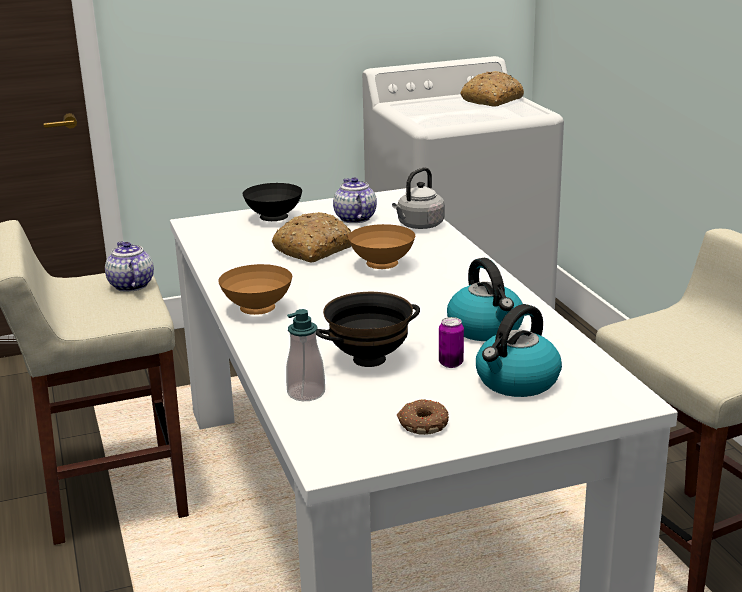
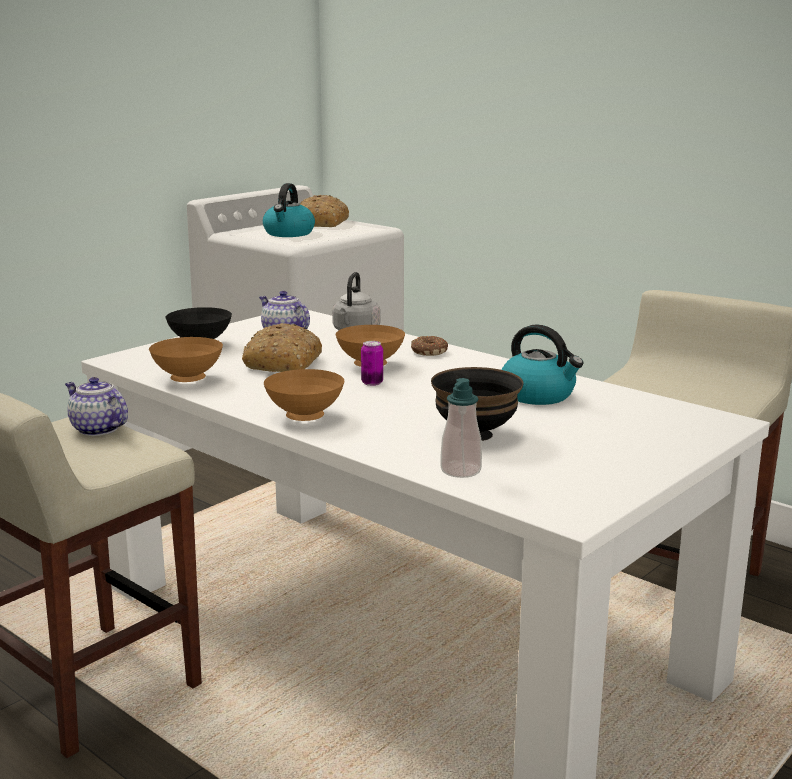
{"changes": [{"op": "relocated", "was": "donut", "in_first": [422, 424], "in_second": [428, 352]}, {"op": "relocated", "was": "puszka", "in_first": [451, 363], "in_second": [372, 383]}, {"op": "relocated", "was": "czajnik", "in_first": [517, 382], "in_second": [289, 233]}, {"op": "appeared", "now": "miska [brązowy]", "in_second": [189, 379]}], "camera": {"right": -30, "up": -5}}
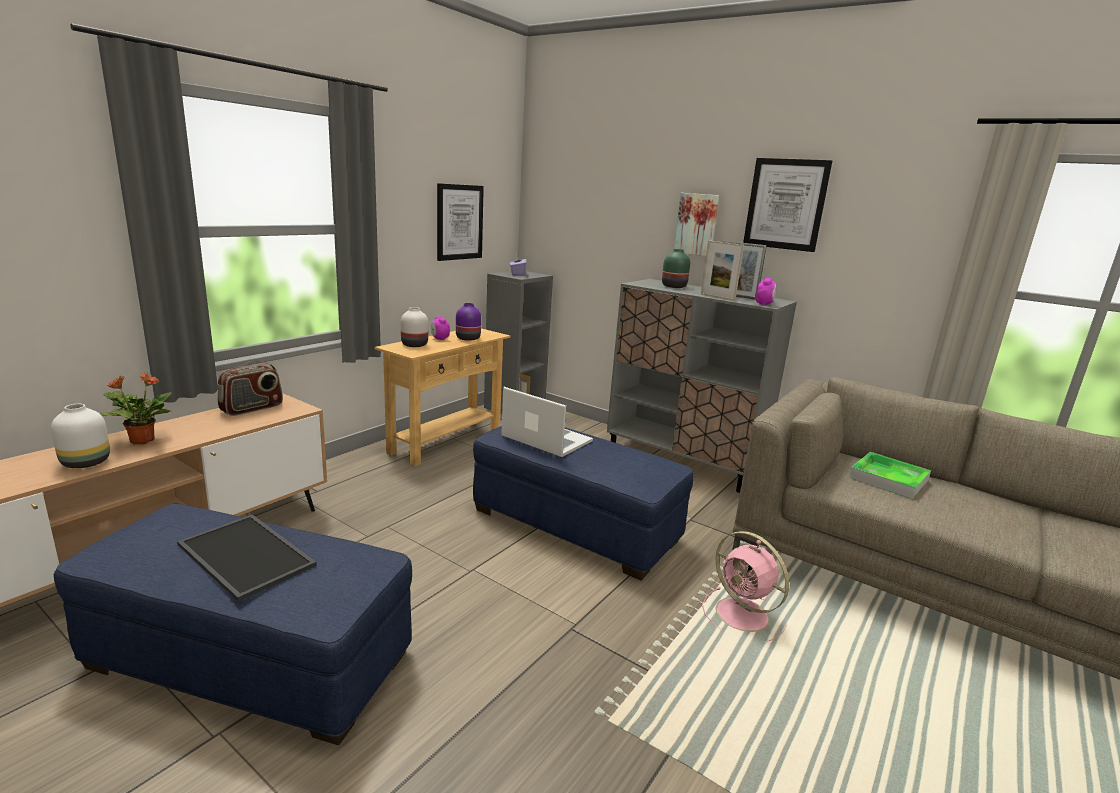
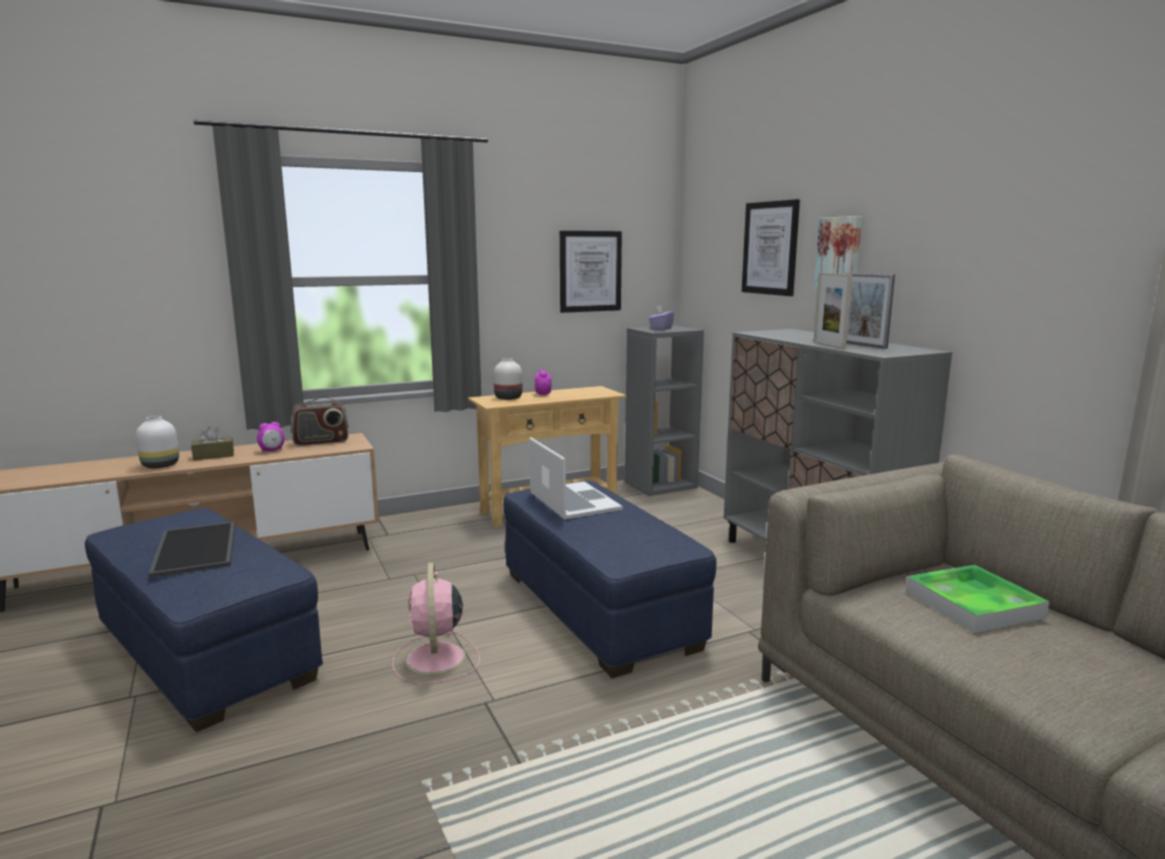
{"changes": [{"op": "exchanged", "was": "roślina doniczkowa", "now": "pudełko chusteczek [brązowy]", "in_first": [141, 440], "in_second": [213, 456]}, {"op": "missing", "was": "wazon [fioletowy]", "in_first": [467, 338]}, {"op": "missing", "was": "wazon [zielony]", "in_first": [674, 286]}, {"op": "relocated", "was": "wentylator [różowy]", "in_first": [744, 616], "in_second": [435, 660]}, {"op": "relocated", "was": "obraz", "in_first": [785, 204], "in_second": [770, 248]}, {"op": "relocated", "was": "budzik", "in_first": [764, 304], "in_second": [272, 450]}], "camera": {"right": 30, "up": -5}}
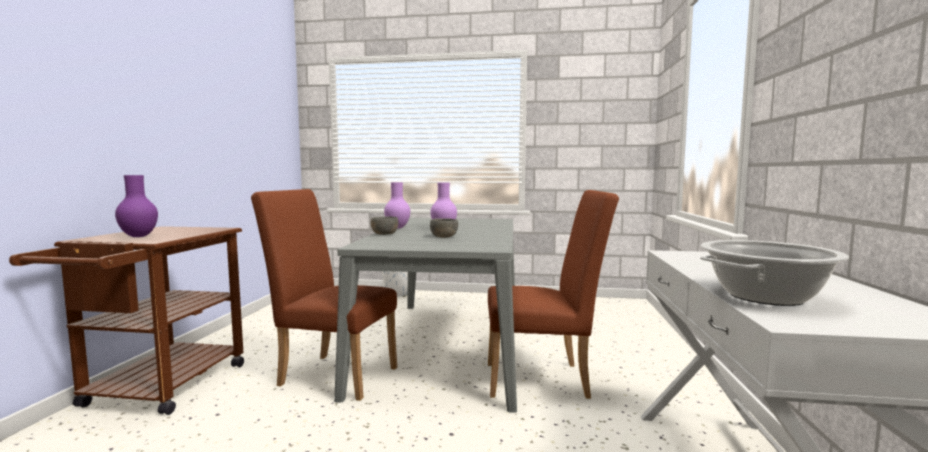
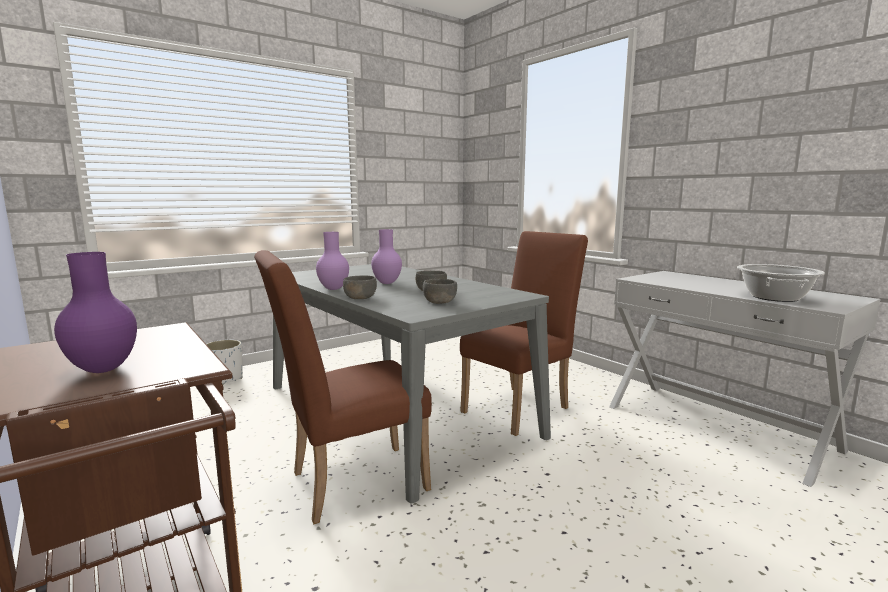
{"changes": [{"op": "appeared", "now": "miska [szary]", "in_second": [439, 302]}], "camera": {"right": -45, "up": 5}}
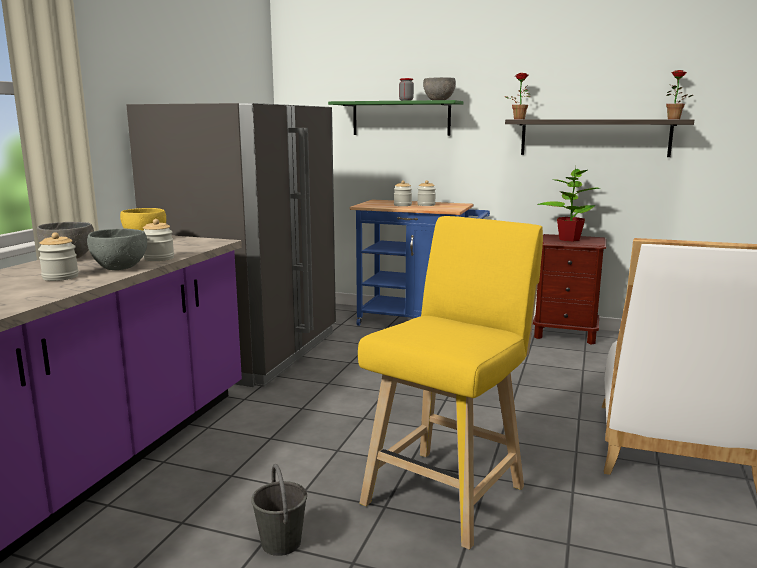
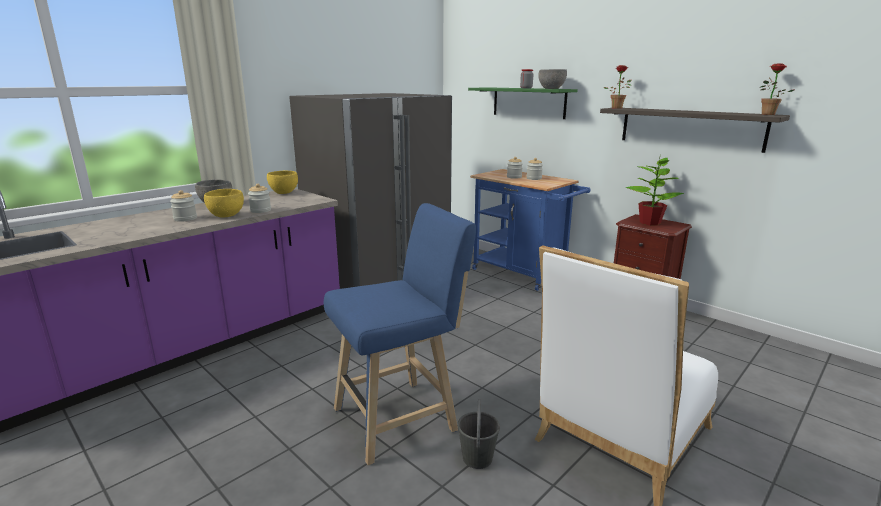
{"changes": [{"op": "colour", "was": "miska [szary]", "now": "miska [żółty]", "in_first": [119, 268], "in_second": [226, 216]}, {"op": "relocated", "was": "wiadro [szary]", "in_first": [281, 542], "in_second": [477, 457]}, {"op": "colour", "was": "stołek [żółty]", "now": "stołek [niebieski]", "in_first": [448, 491], "in_second": [401, 417]}], "camera": {"right": 25, "up": 5}}
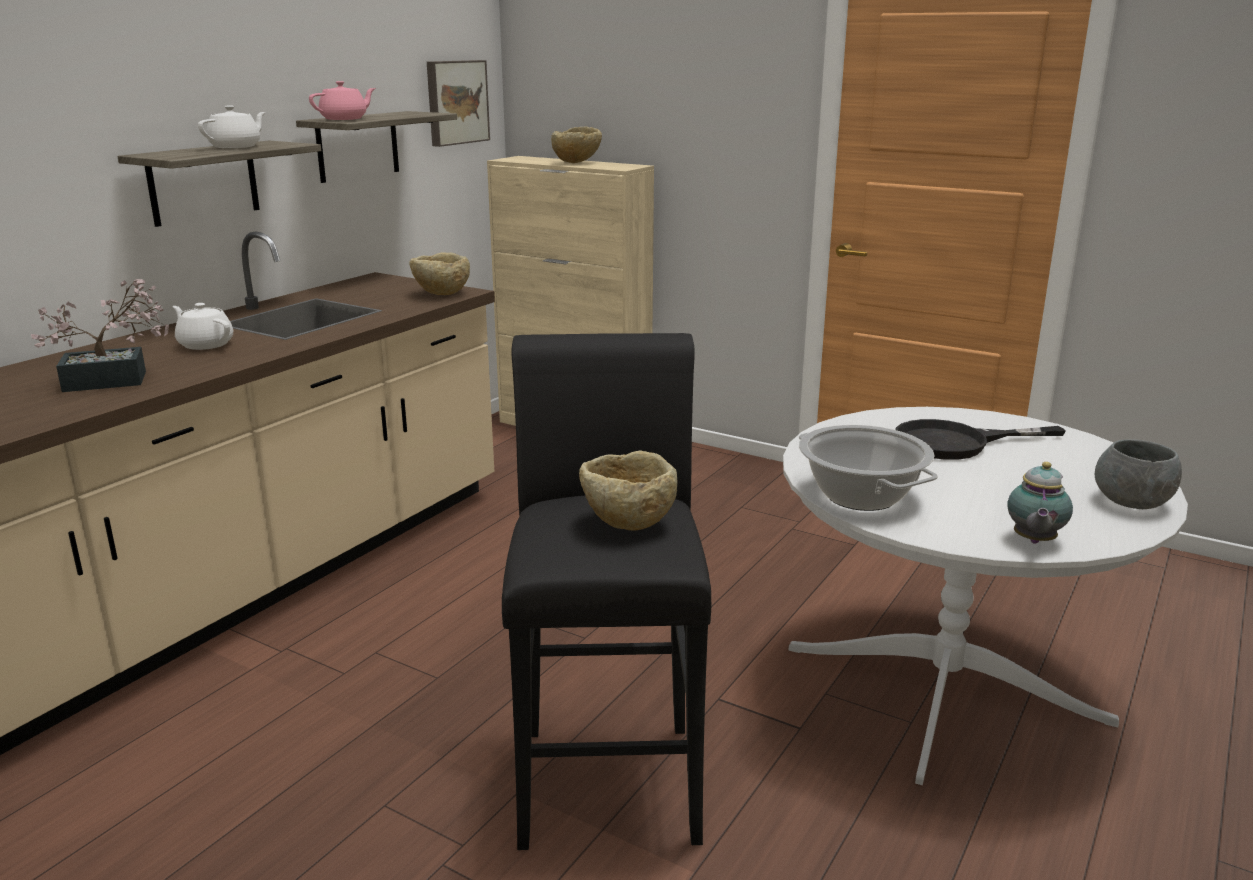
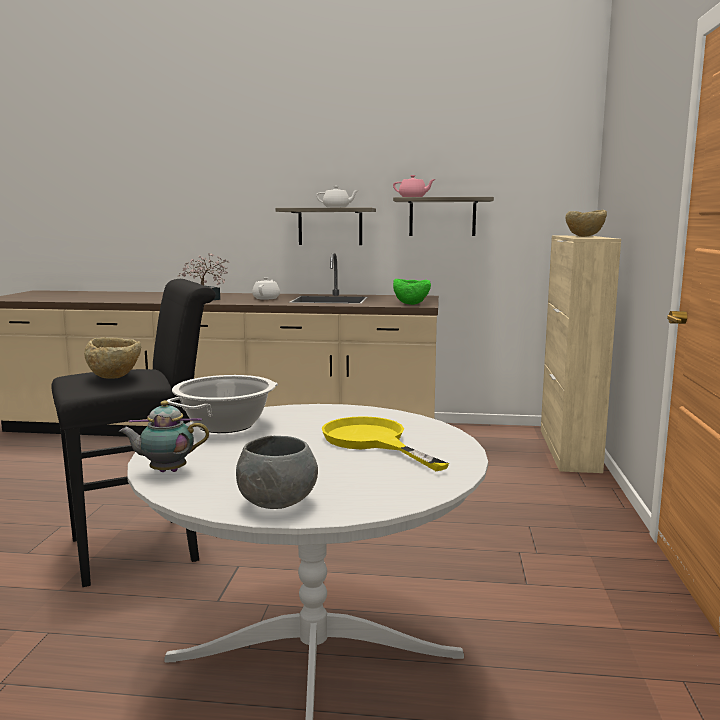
{"changes": [{"op": "colour", "was": "miska [beżowy]", "now": "miska [zielony]", "in_first": [441, 294], "in_second": [411, 304]}, {"op": "missing", "was": "obraz", "in_first": [455, 102]}, {"op": "colour", "was": "patelnia [czarny]", "now": "patelnia [żółty]", "in_first": [957, 443], "in_second": [372, 441]}], "camera": {"right": 65, "up": -10}}
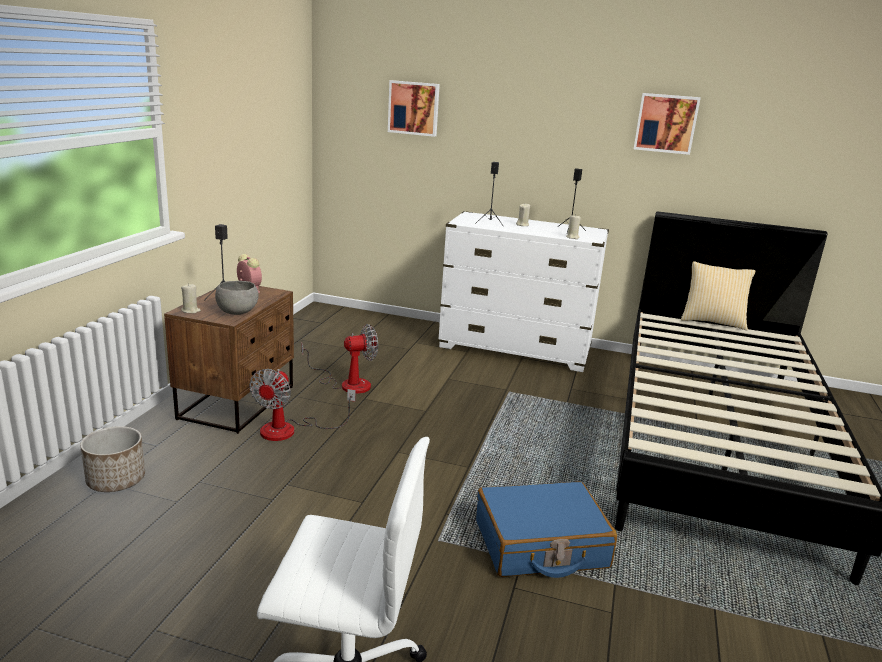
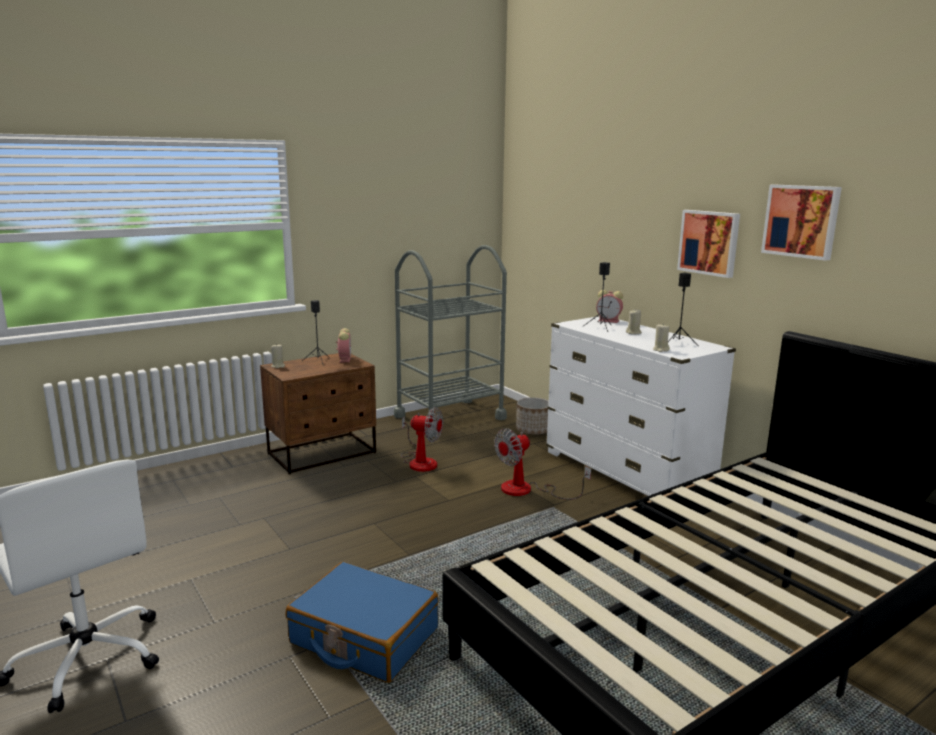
{"changes": [{"op": "relocated", "was": "donica", "in_first": [116, 480], "in_second": [533, 430]}, {"op": "missing", "was": "miska [szary]", "in_first": [237, 312]}, {"op": "relocated", "was": "wentylator", "in_first": [290, 430], "in_second": [527, 490]}, {"op": "relocated", "was": "obraz", "in_first": [414, 108], "in_second": [709, 242]}, {"op": "missing", "was": "poduszka", "in_first": [712, 321]}, {"op": "appeared", "now": "wózek [szary]", "in_second": [449, 417]}, {"op": "appeared", "now": "budzik", "in_second": [609, 321]}], "camera": {"right": 40, "up": -5}}
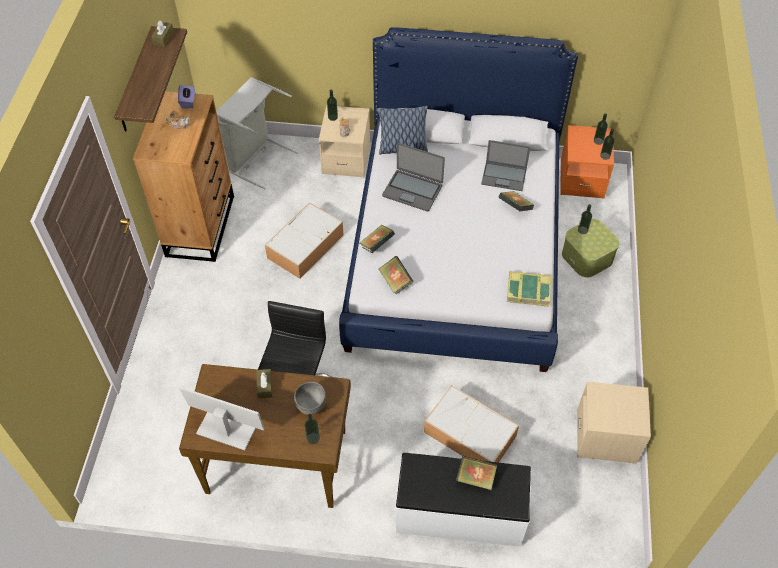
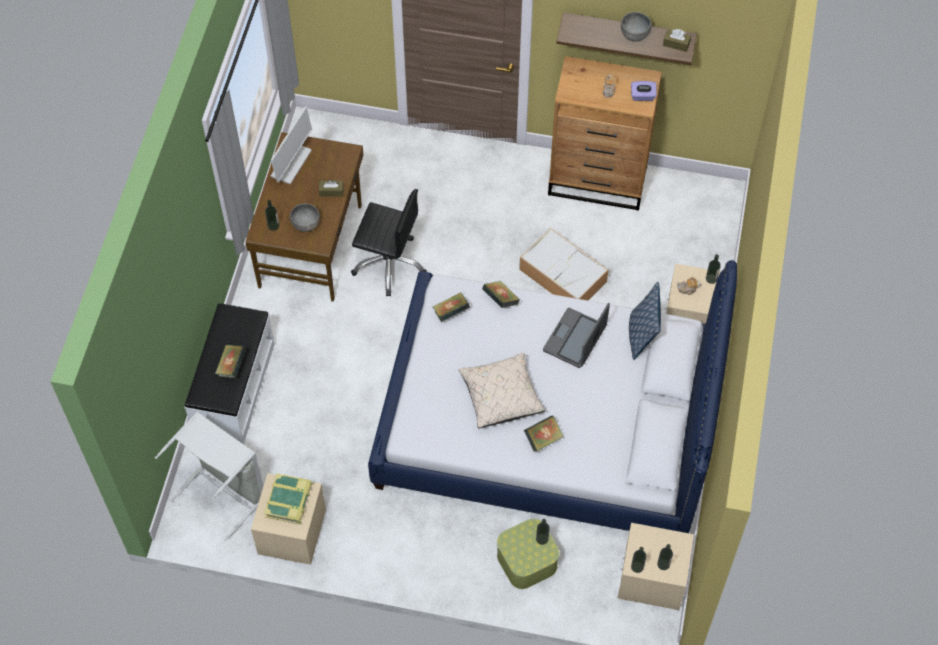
{"changes": [{"op": "relocated", "was": "kosz na pranie [szary]", "in_first": [256, 159], "in_second": [225, 491]}, {"op": "missing", "was": "pojemnik do przechowywania", "in_first": [468, 433]}, {"op": "missing", "was": "laptop", "in_first": [504, 176]}, {"op": "relocated", "was": "książka", "in_first": [528, 290], "in_second": [289, 501]}, {"op": "colour", "was": "szafka nocna [pomarańczowy]", "now": "szafka nocna [beżowy]", "in_first": [581, 179], "in_second": [652, 579]}, {"op": "appeared", "now": "poduszka [beżowy]", "in_second": [501, 397]}, {"op": "appeared", "now": "miska [szary]", "in_second": [634, 35]}], "camera": {"right": 95, "up": 5}}
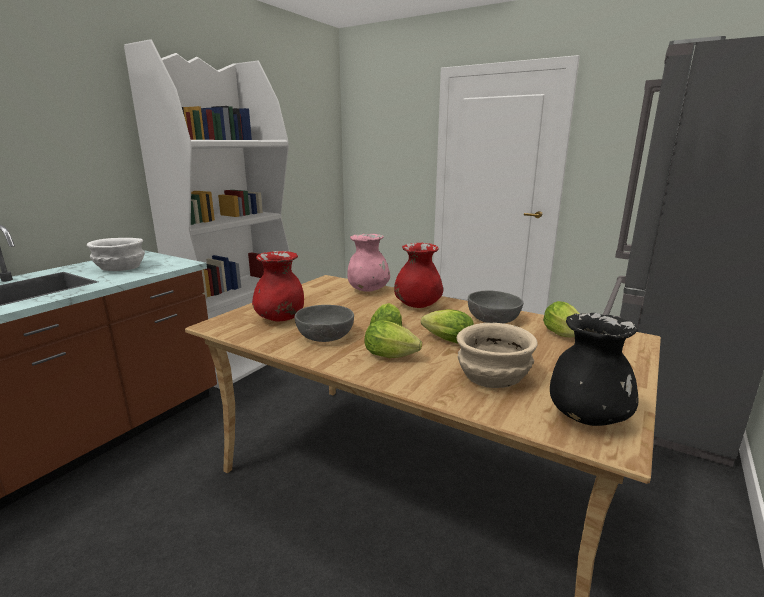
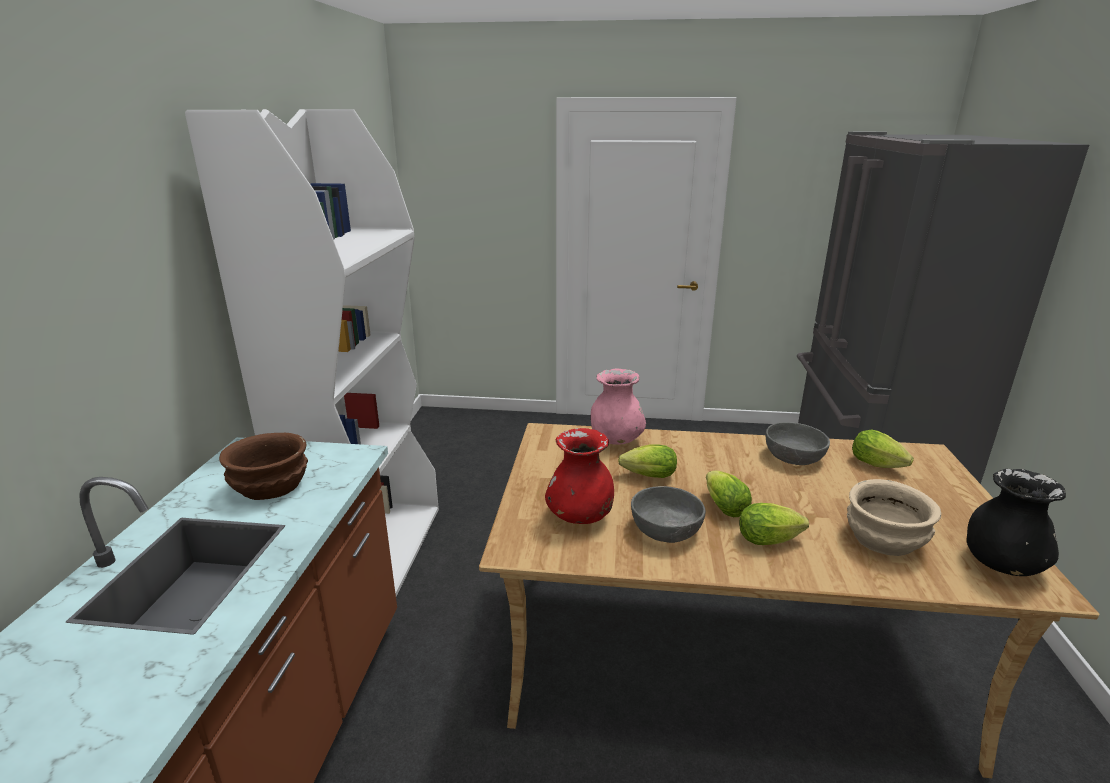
{"changes": [{"op": "colour", "was": "miska [biały]", "now": "miska [brązowy]", "in_first": [120, 268], "in_second": [269, 487]}, {"op": "missing", "was": "wazon [czerwony]", "in_first": [417, 305]}, {"op": "relocated", "was": "sałata", "in_first": [445, 340], "in_second": [646, 476]}], "camera": {"right": -25, "up": 5}}
